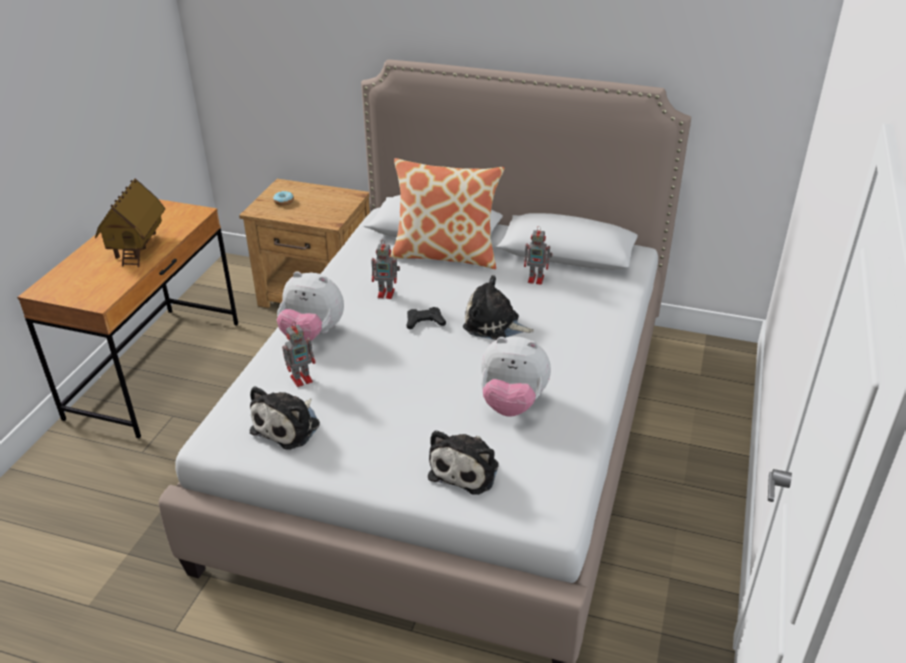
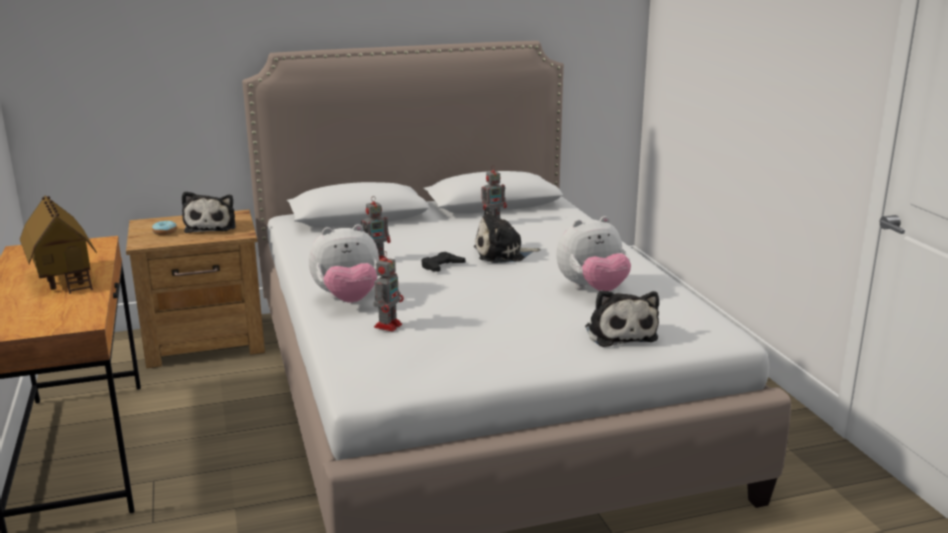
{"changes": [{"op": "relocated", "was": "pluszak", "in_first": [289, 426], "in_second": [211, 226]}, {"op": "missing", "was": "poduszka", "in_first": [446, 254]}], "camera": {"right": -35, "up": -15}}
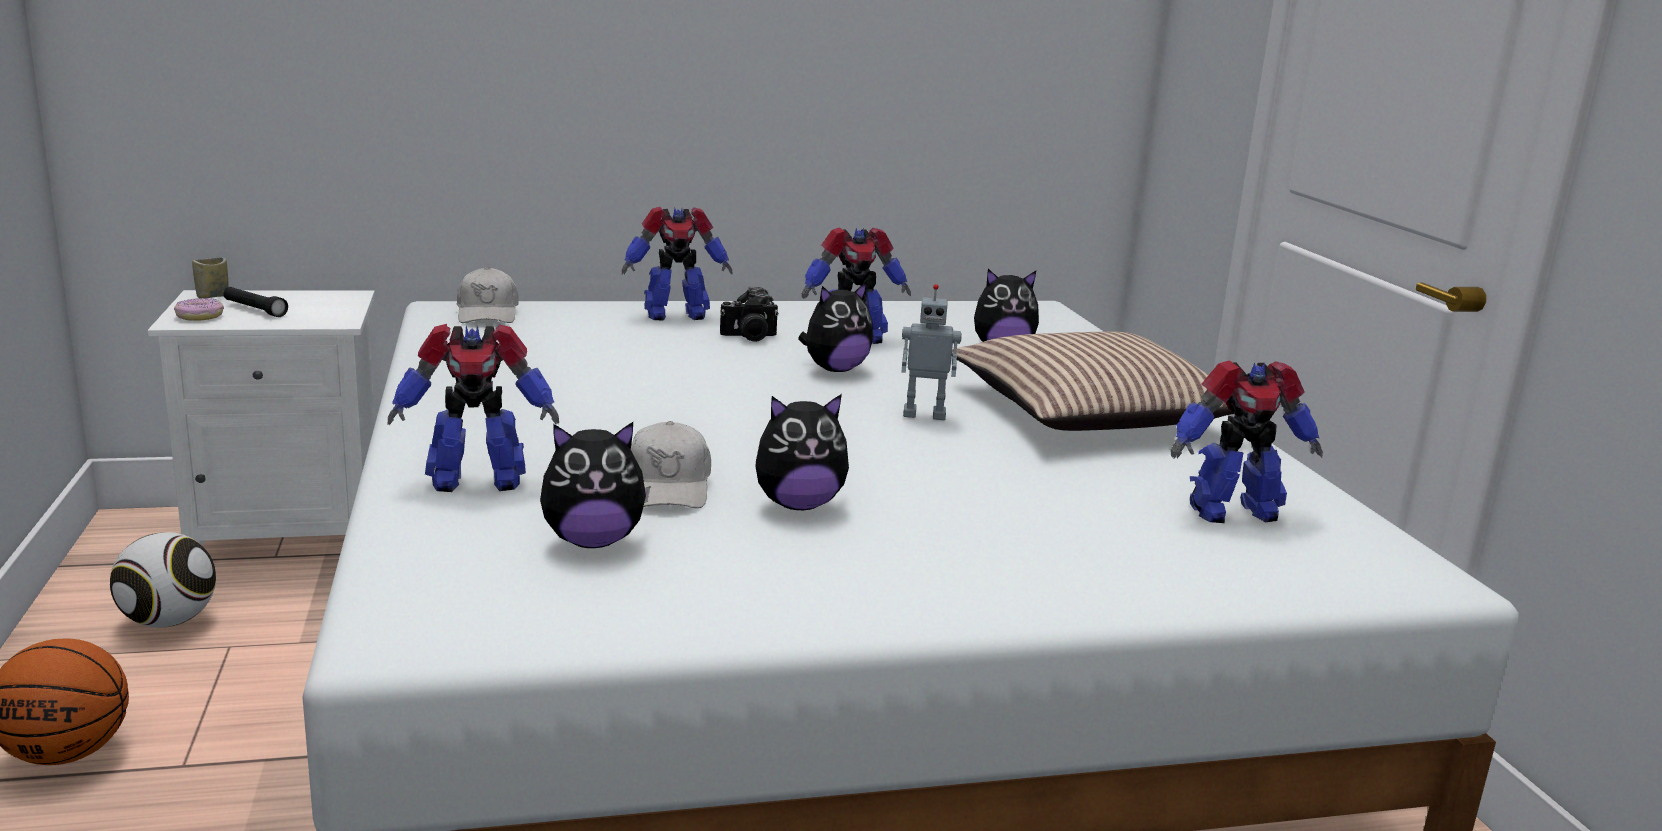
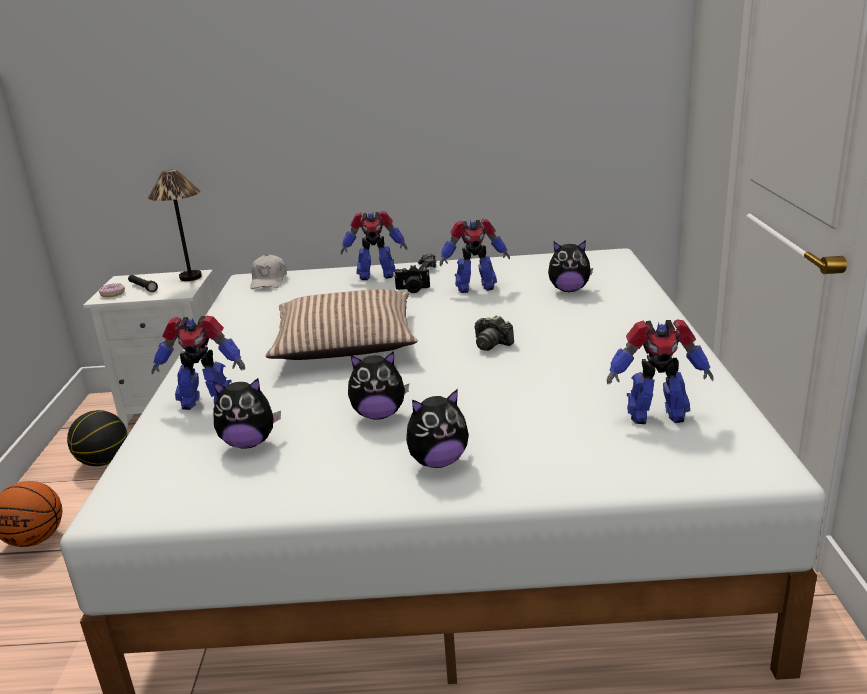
{"changes": [{"op": "exchanged", "was": "piłka futbolowa", "now": "piłka do koszykówki", "in_first": [168, 621], "in_second": [103, 461]}, {"op": "missing", "was": "filiżanka", "in_first": [212, 296]}, {"op": "missing", "was": "czapka z daszkiem [biały]", "in_first": [668, 487]}, {"op": "relocated", "was": "pluszak", "in_first": [835, 369], "in_second": [438, 461]}, {"op": "exchanged", "was": "robot zabawkowy", "now": "aparat fotograficzny", "in_first": [924, 414], "in_second": [491, 344]}, {"op": "relocated", "was": "poduszka", "in_first": [1090, 412], "in_second": [345, 342]}, {"op": "appeared", "now": "lampa stołowa", "in_second": [191, 277]}], "camera": {"right": 15, "up": 5}}
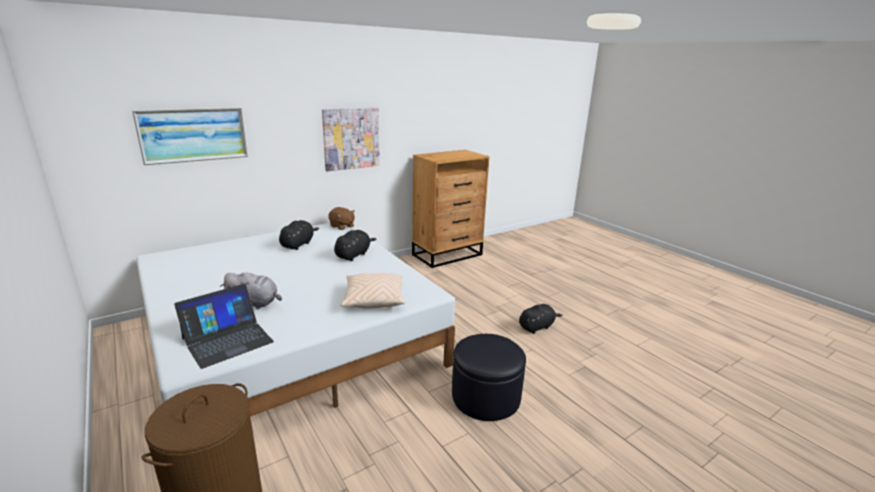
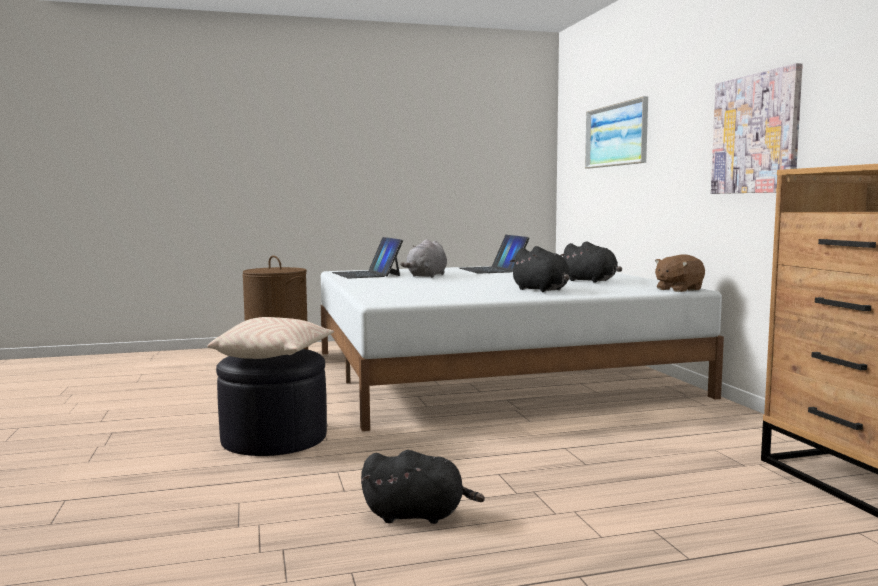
{"changes": [{"op": "relocated", "was": "poduszka [beżowy]", "in_first": [374, 299], "in_second": [274, 356]}, {"op": "spun", "was": "pluszak [czarny]", "in_first": [537, 327], "in_second": [418, 515], "clockwise": -75}, {"op": "appeared", "now": "laptop", "in_second": [492, 270]}], "camera": {"right": 110, "up": -15}}
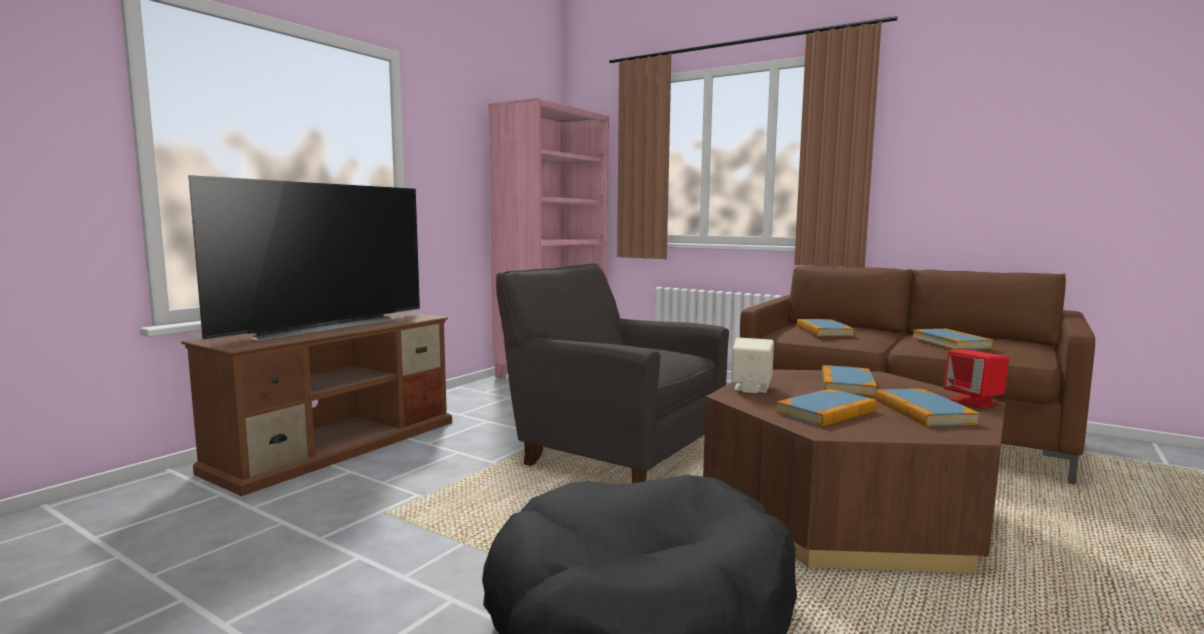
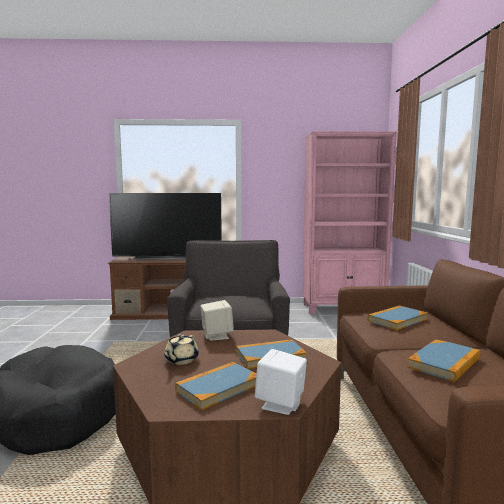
{"changes": [{"op": "exchanged", "was": "książka", "now": "imbryk [beżowy]", "in_first": [826, 412], "in_second": [181, 360]}, {"op": "colour", "was": "głośnik [czerwony]", "now": "głośnik [biały]", "in_first": [974, 401], "in_second": [281, 404]}], "camera": {"right": 55, "up": 0}}
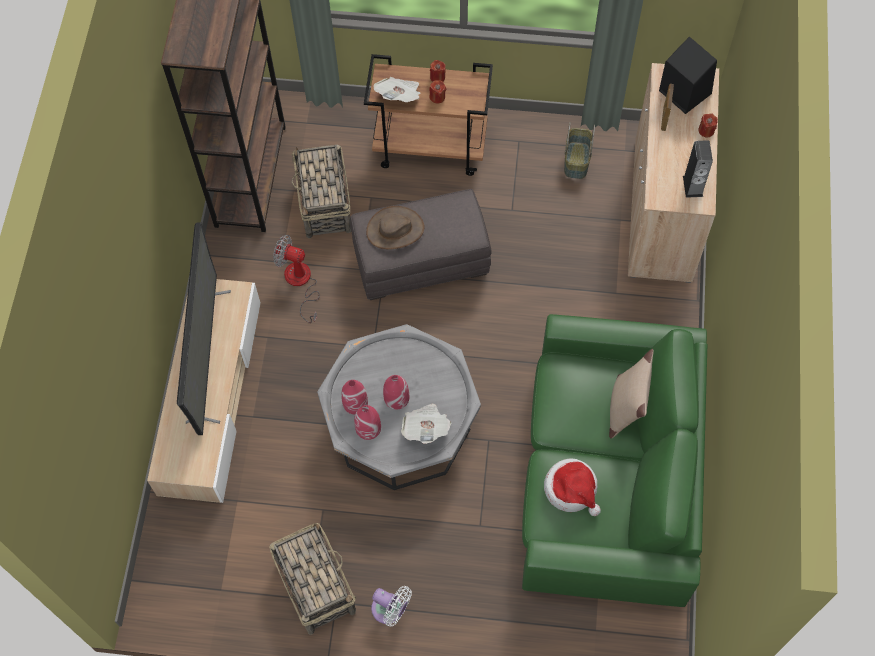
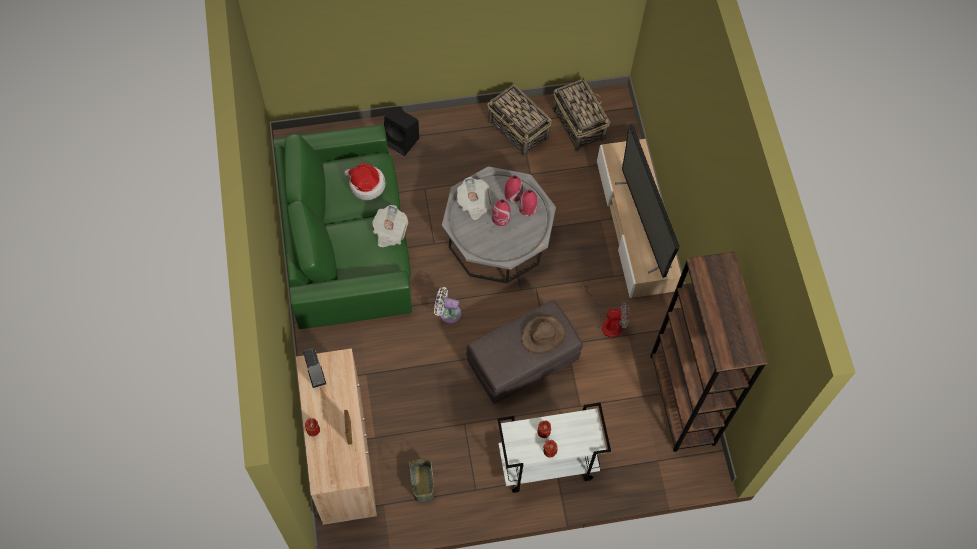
{"changes": [{"op": "relocated", "was": "koszyk", "in_first": [325, 204], "in_second": [578, 124]}, {"op": "colour", "was": "wózek [brązowy]", "now": "wózek [biały]", "in_first": [431, 147], "in_second": [546, 464]}, {"op": "relocated", "was": "wentylator [biały]", "in_first": [390, 610], "in_second": [447, 313]}, {"op": "relocated", "was": "gazeta", "in_first": [399, 96], "in_second": [389, 232]}, {"op": "missing", "was": "poduszka [beżowy]", "in_first": [626, 407]}, {"op": "relocated", "was": "głośnik [czarny]", "in_first": [683, 91], "in_second": [402, 141]}], "camera": {"right": 160, "up": 0}}
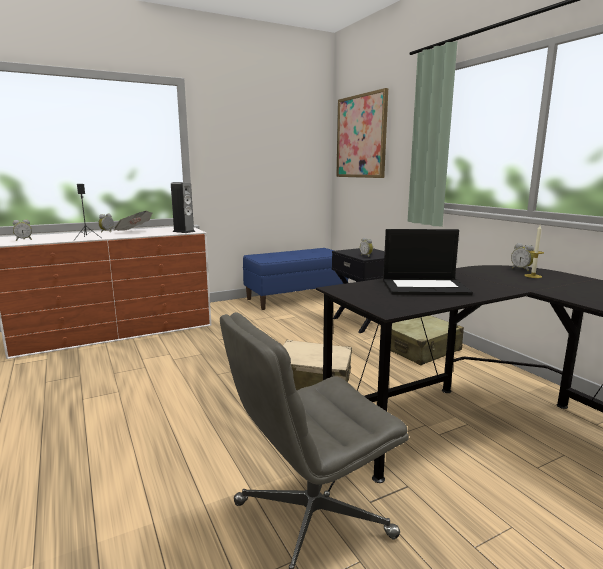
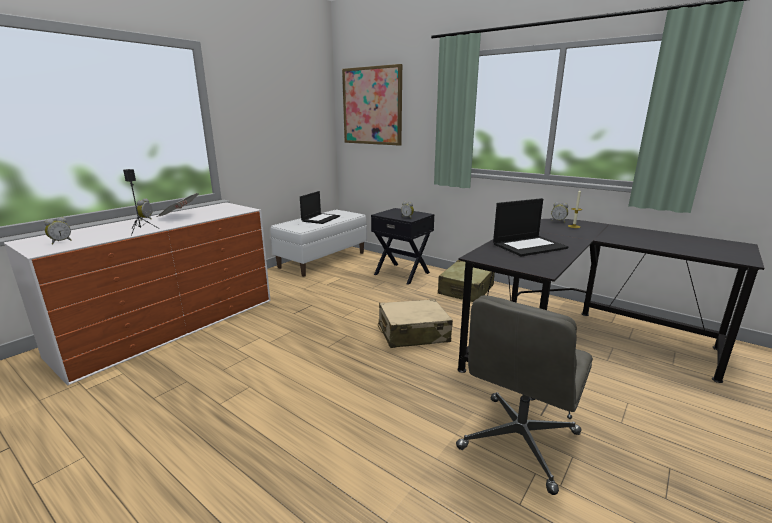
{"changes": [{"op": "missing", "was": "głośnik", "in_first": [184, 231]}, {"op": "colour", "was": "ławka [niebieski]", "now": "ławka [biały]", "in_first": [296, 298], "in_second": [322, 260]}, {"op": "appeared", "now": "laptop", "in_second": [321, 218]}], "camera": {"right": -25, "up": 5}}
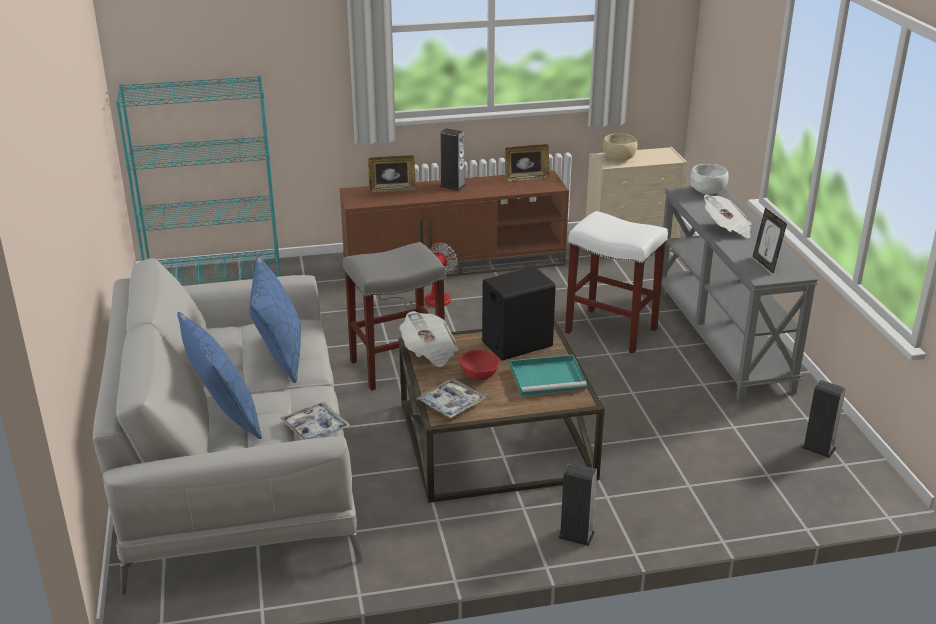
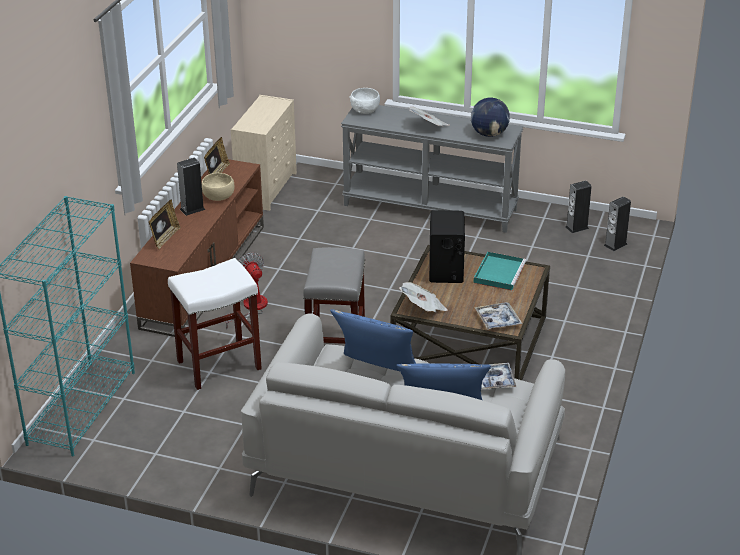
{"changes": [{"op": "missing", "was": "miska [czerwony]", "in_first": [479, 375]}, {"op": "relocated", "was": "głośnik", "in_first": [576, 535], "in_second": [615, 245]}, {"op": "relocated", "was": "stołek [biały]", "in_first": [612, 331], "in_second": [220, 364]}, {"op": "relocated", "was": "miska [beżowy]", "in_first": [619, 158], "in_second": [219, 197]}, {"op": "exchanged", "was": "ramka na zdjęcie", "now": "globus", "in_first": [765, 264], "in_second": [489, 134]}], "camera": {"right": -60, "up": 5}}
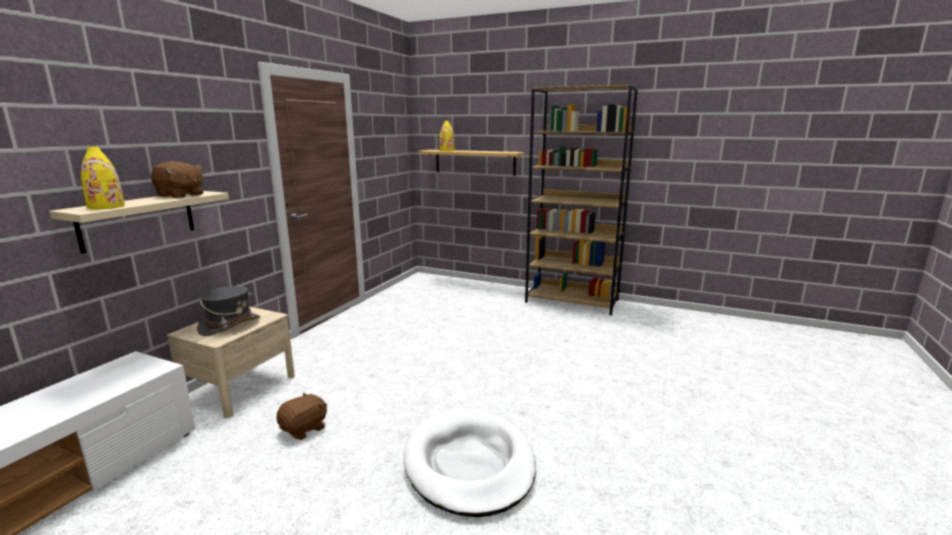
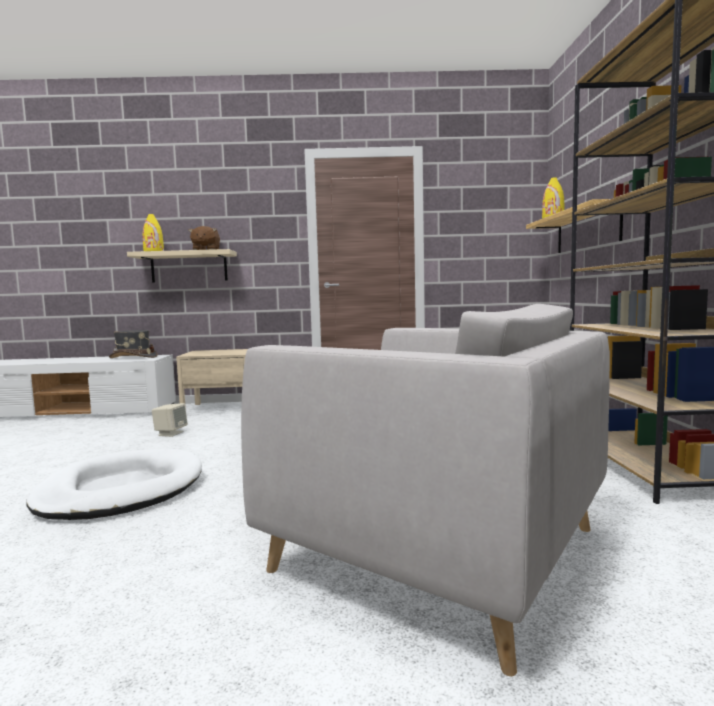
{"changes": [{"op": "relocated", "was": "kapelusz [szary]", "in_first": [230, 325], "in_second": [133, 357]}, {"op": "exchanged", "was": "pluszak [brązowy]", "now": "głośnik [beżowy]", "in_first": [304, 429], "in_second": [170, 433]}, {"op": "appeared", "now": "fotel [szary]", "in_second": [439, 549]}], "camera": {"right": 65, "up": -10}}
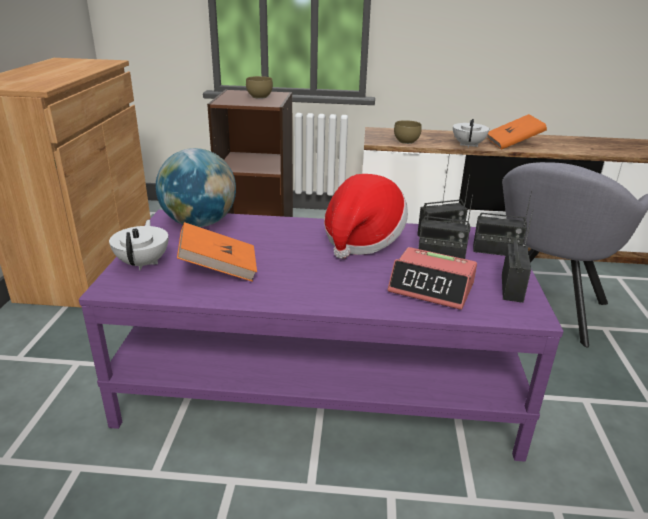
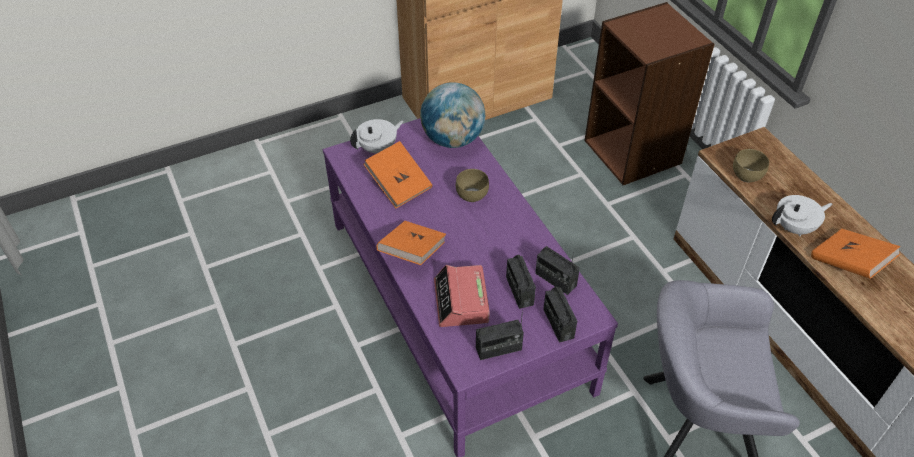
{"changes": [{"op": "relocated", "was": "miska [brązowy]", "in_first": [260, 97], "in_second": [471, 196]}, {"op": "missing", "was": "kapelusz", "in_first": [362, 240]}, {"op": "appeared", "now": "książka [pomarańczowy]", "in_second": [412, 252]}], "camera": {"right": 60, "up": 20}}
